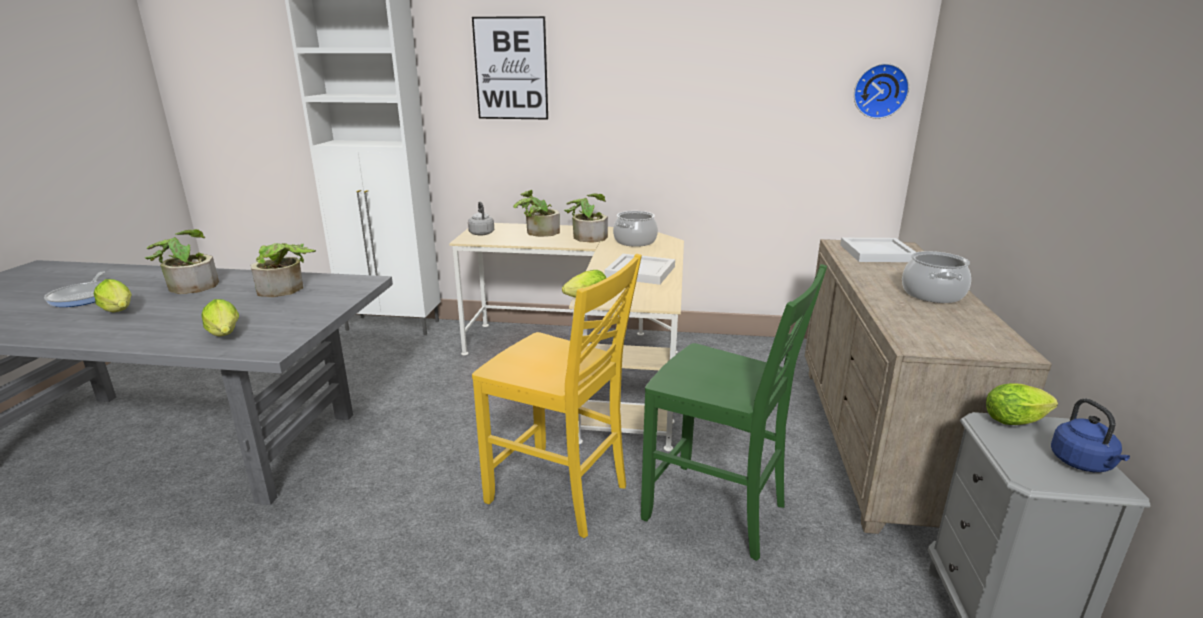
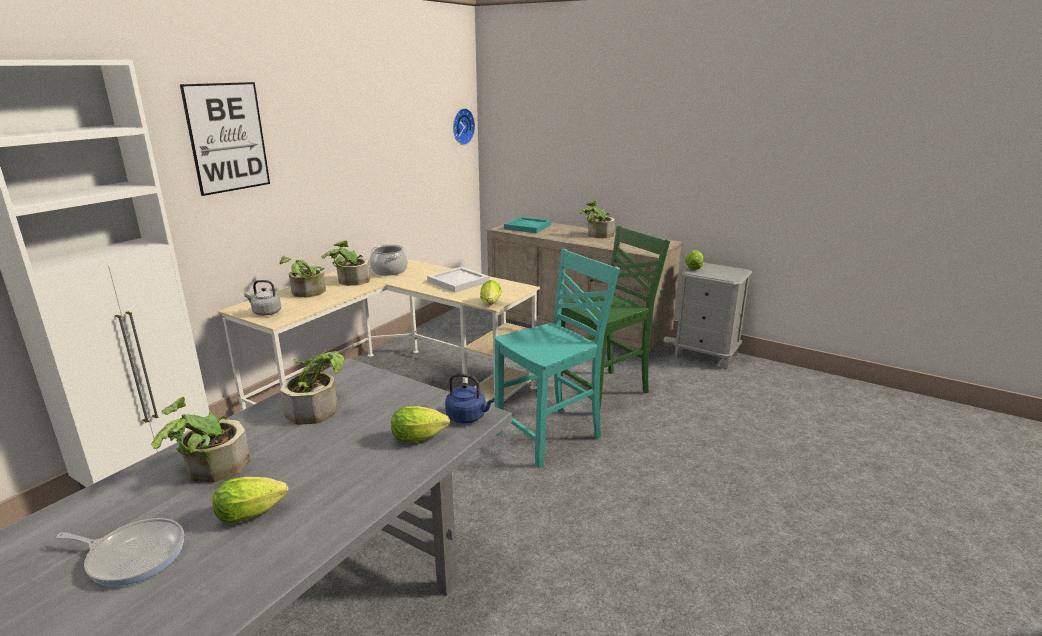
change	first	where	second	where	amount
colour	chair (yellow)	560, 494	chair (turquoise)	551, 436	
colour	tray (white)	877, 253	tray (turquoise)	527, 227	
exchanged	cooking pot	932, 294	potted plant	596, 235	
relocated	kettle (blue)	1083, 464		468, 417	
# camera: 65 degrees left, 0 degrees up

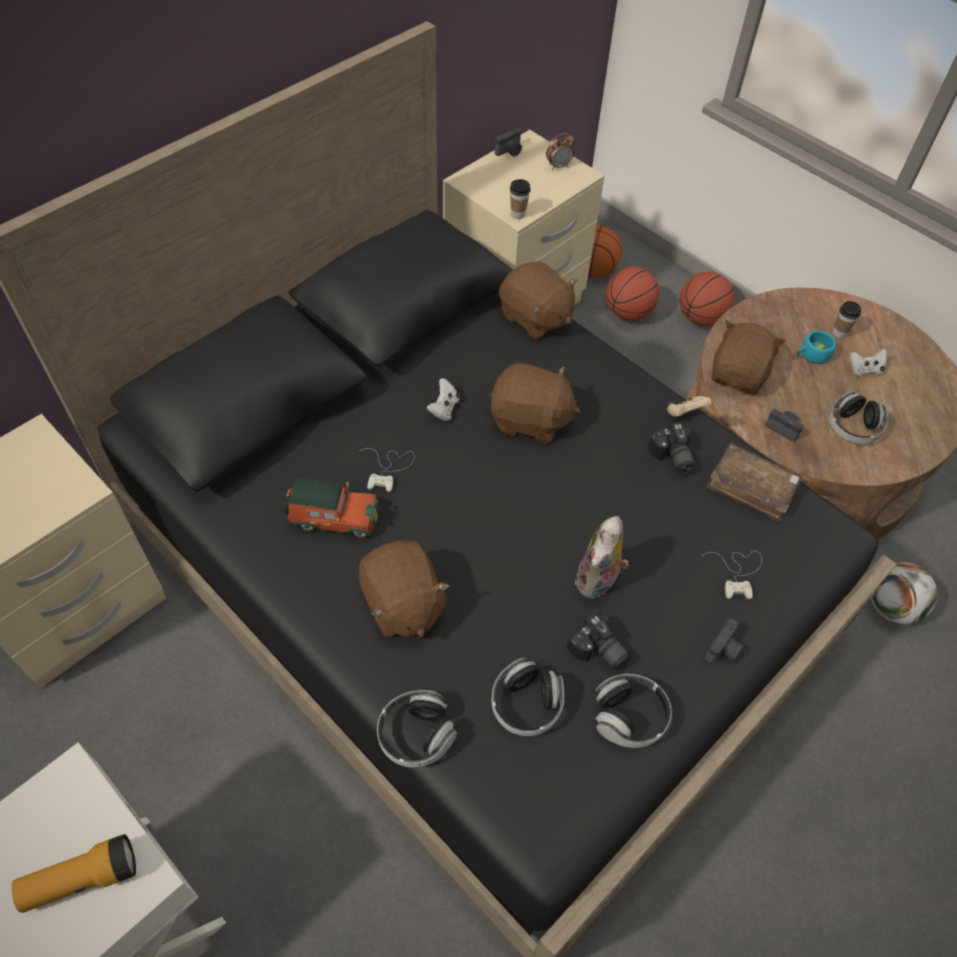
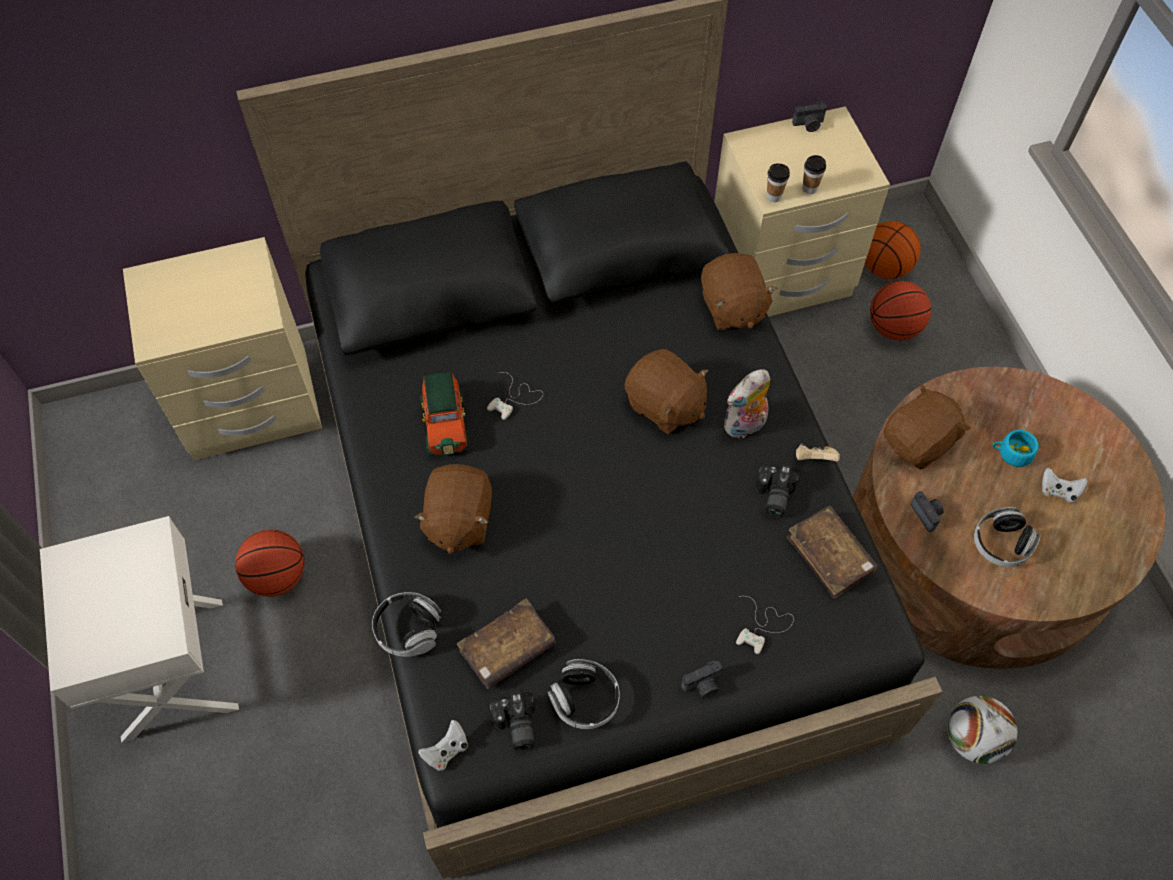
change	first	where	second	where	amount
missing	flashlight	82, 879			
spun	toy car	332, 517		445, 422	45 degrees clockwise
relocated	game controller (white)	444, 408		446, 751	
exchanged	headphones	526, 705	book (brown)	508, 649	
missing	alarm clock	558, 166			
relocated	photo camera	598, 652		515, 726	
relocated	plush toy	598, 581		745, 426	
relocated	basketball	700, 318		277, 576	
relocated	cup	839, 333		809, 188	
# camera: 30 degrees right, 5 degrees up

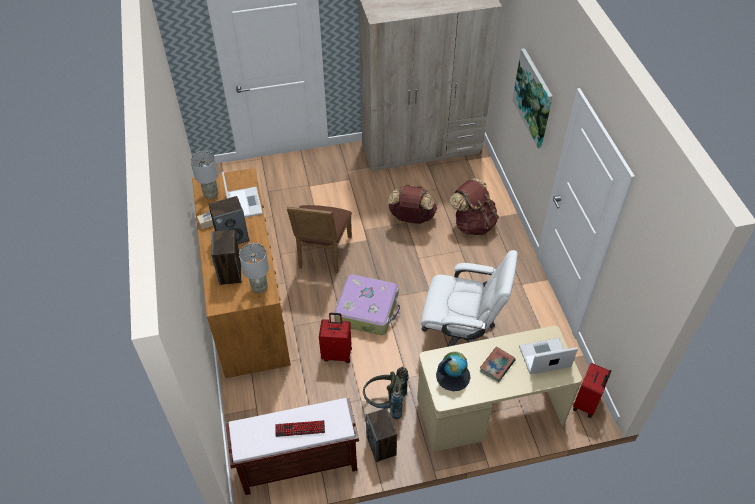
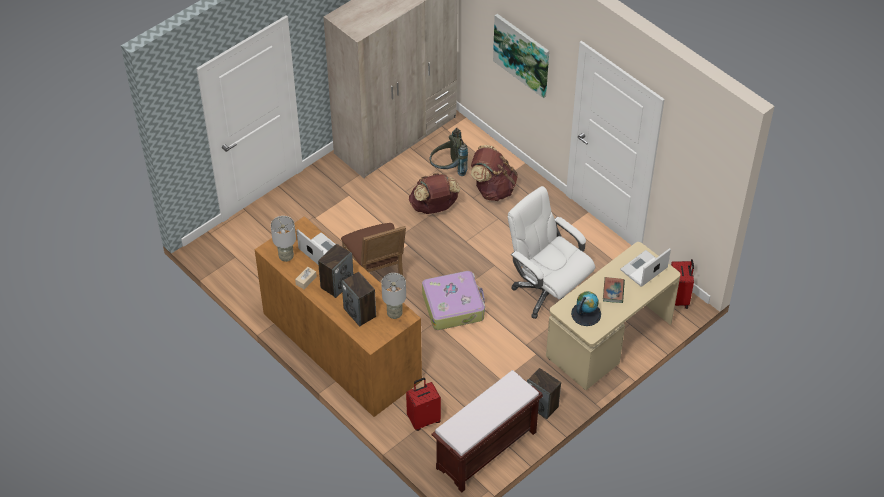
change	first	where	second	where	amount
missing	keyboard	300, 429			
relocated	suitcase (red)	337, 353		423, 419	
relocated	backpack (grey)	385, 403		448, 169	
spun	office chair (white)	460, 336		547, 292	120 degrees counterclockwise
# camera: 30 degrees left, 0 degrees up

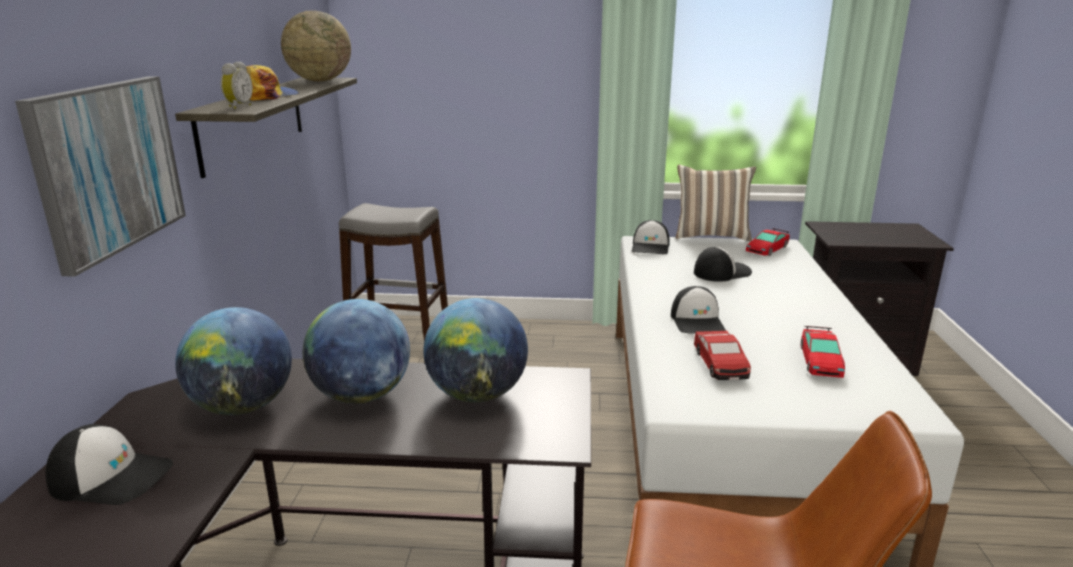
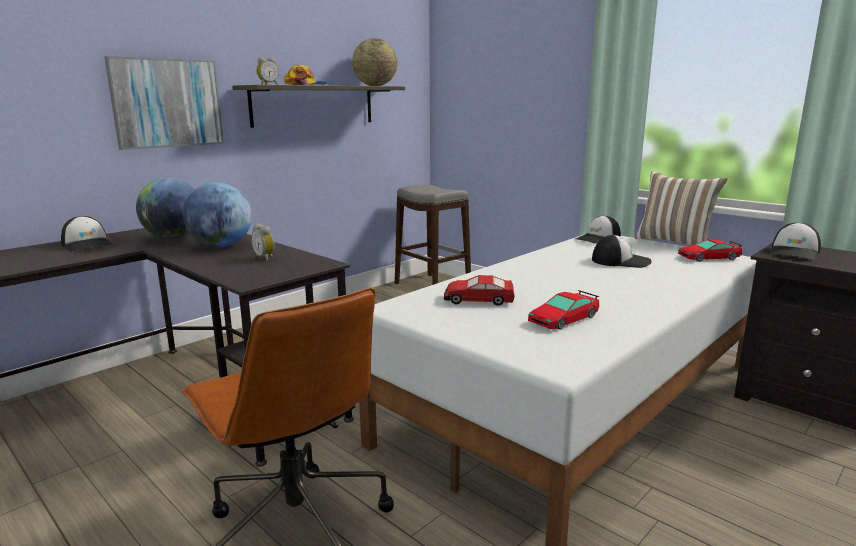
change	first	where	second	where	amount
exchanged	globe	477, 395	alarm clock	265, 258	
relocated	cap	698, 321		794, 253	
spun	toy car	720, 364		478, 300	60 degrees clockwise
# camera: 40 degrees right, 5 degrees down

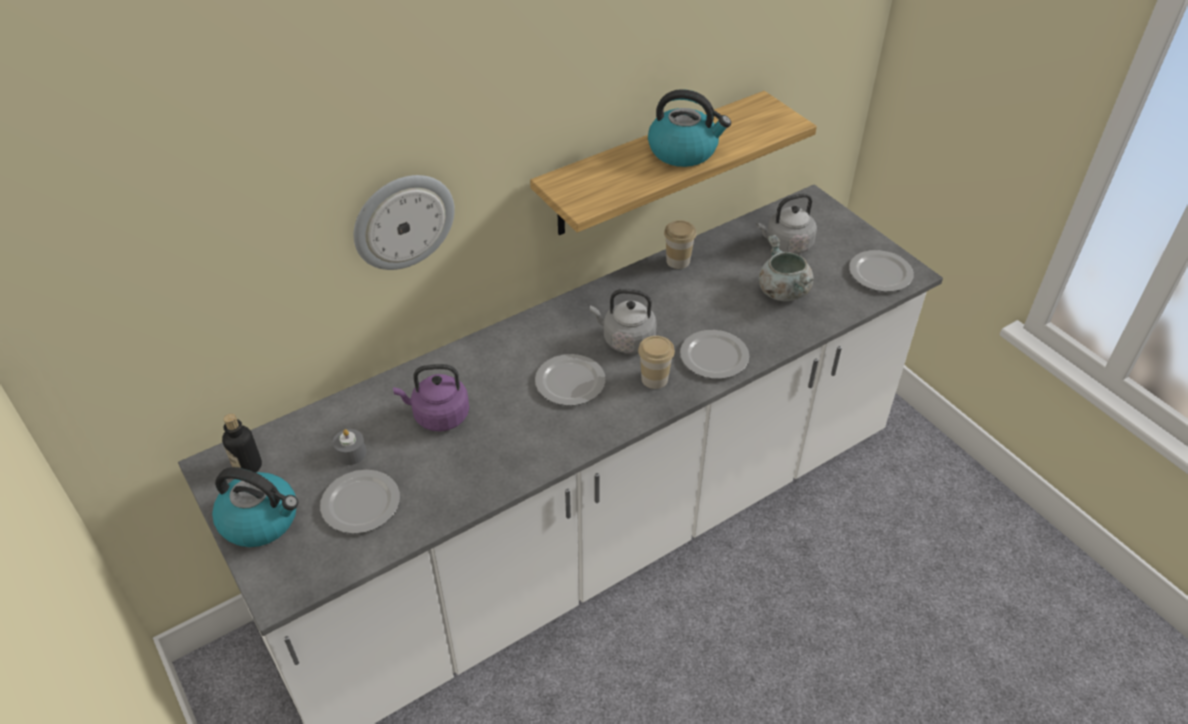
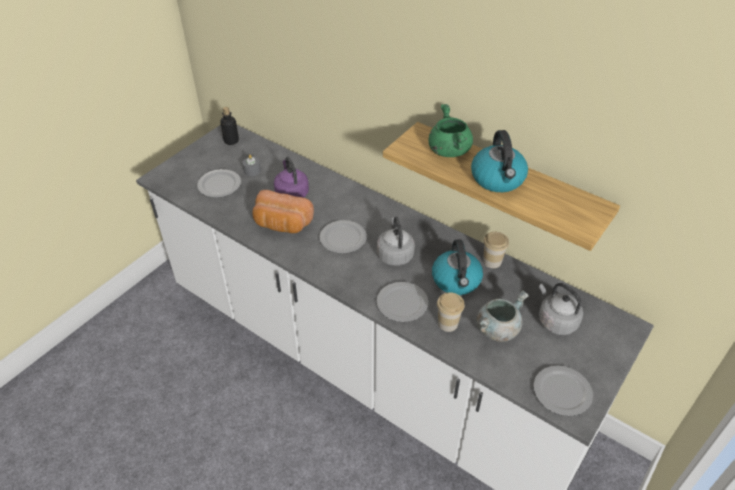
change	first	where	second	where	amount
relocated	kettle	261, 520		456, 281	
missing	wall clock	403, 221			
relocated	cup	654, 379		447, 323	
appeared			bread	282, 224	
appeared			cooking pot (green)	448, 150	
# camera: 70 degrees right, 0 degrees up

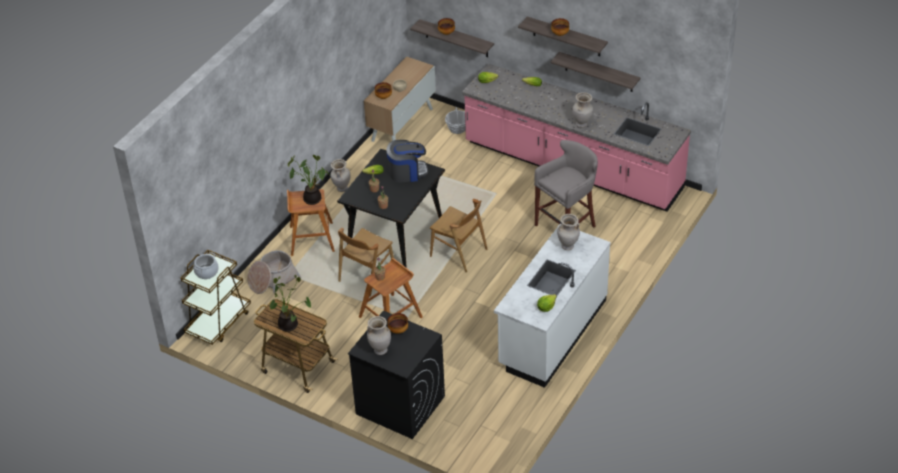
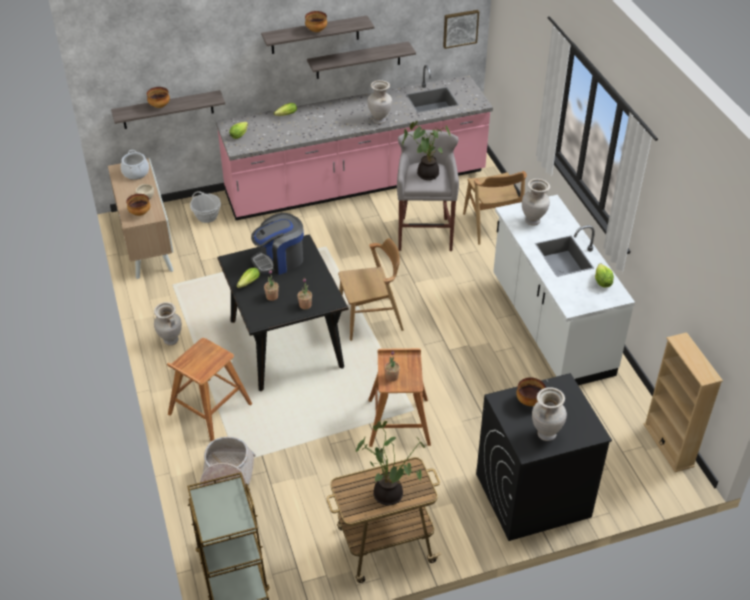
change	first	where	second	where	amount
relocated	cooking pot	206, 272		135, 173	
relocated	potted plant	312, 198		426, 173	
relocated	chair (brown)	367, 276		492, 225	
spun	coffee machine	407, 172		279, 260	150 degrees counterclockwise
appeared			picture	460, 28	
appeared			bookcase (beige)	668, 445	
# camera: 50 degrees left, 0 degrees up

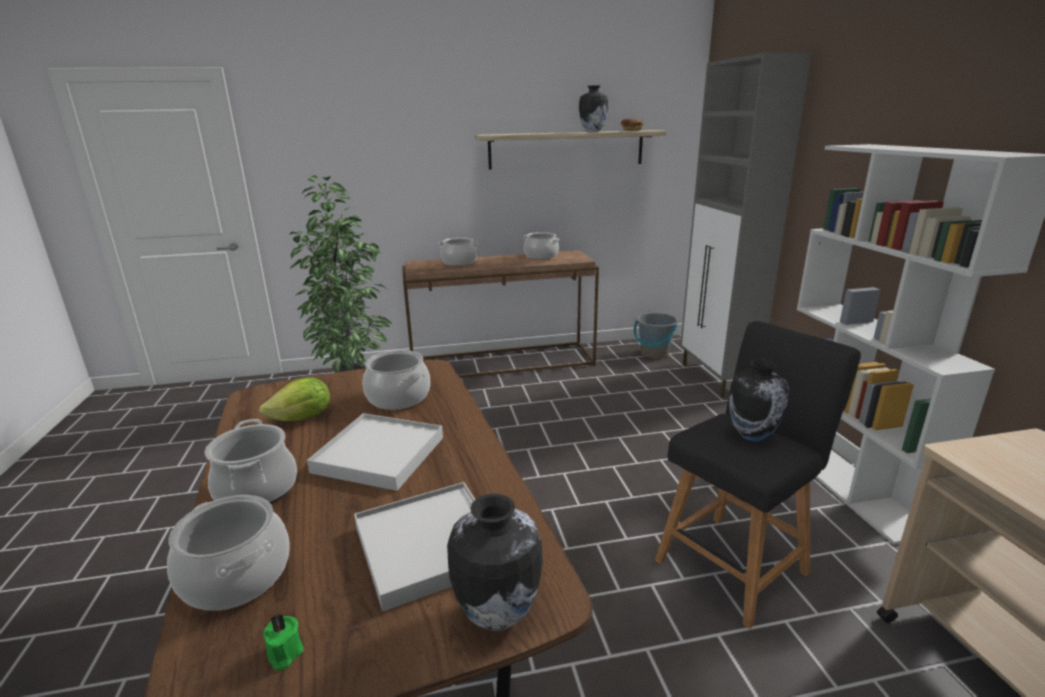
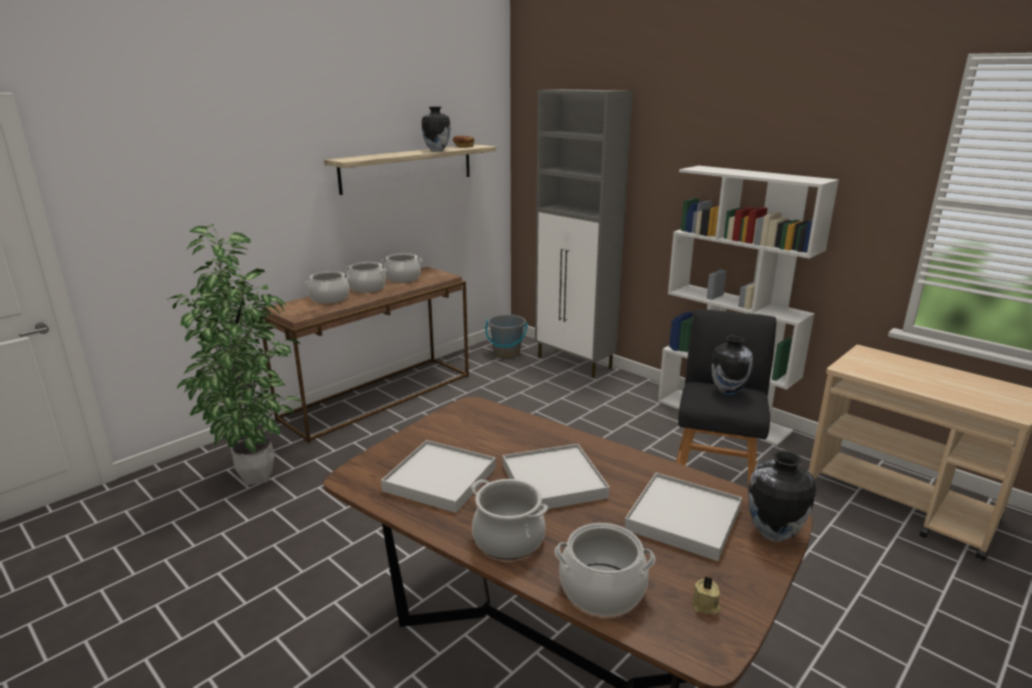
change	first	where	second	where	amount
exchanged	lettuce	303, 418	tray (white)	440, 479	
colour	candle (green)	284, 654	candle (beige)	705, 606	
relocated	cooking pot	398, 397		367, 288	
# camera: 35 degrees left, 0 degrees up

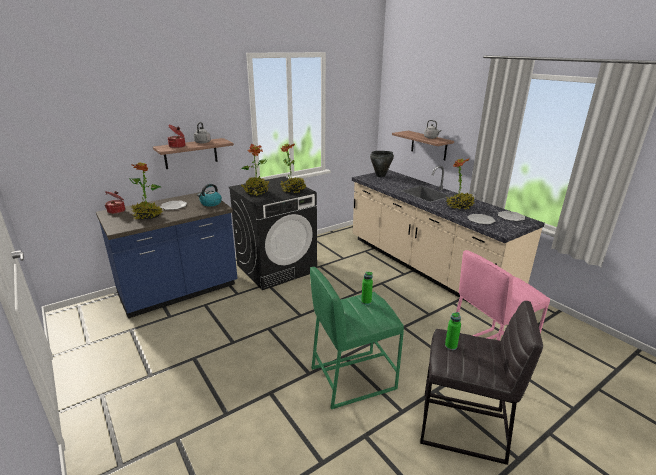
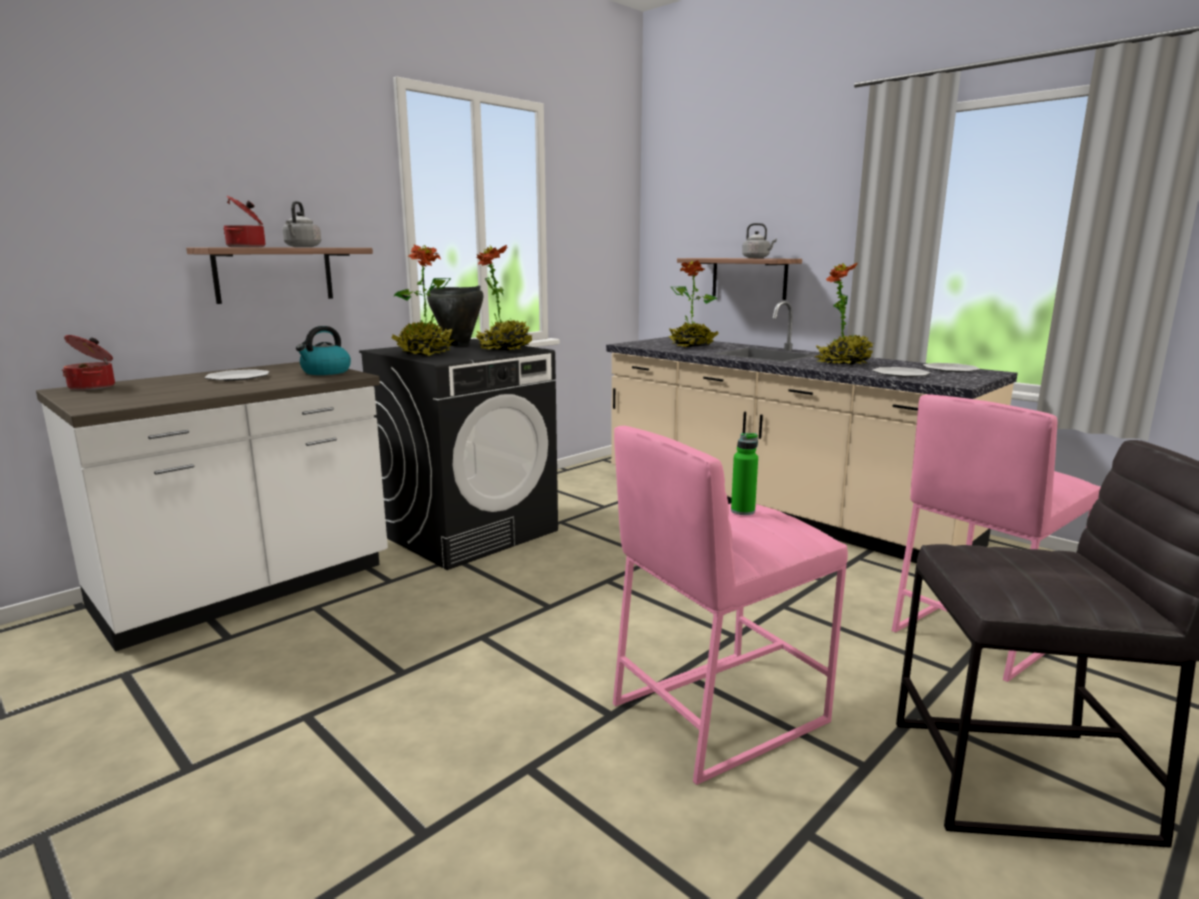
change	first	where	second	where	amount
colour	counter (blue)	179, 291	counter (white)	246, 588	
relocated	potted plant	148, 217		692, 346	
colour	stool (green)	352, 378	stool (pink)	717, 712	
relocated	cooking pot (black)	380, 175		458, 344	
missing	bottle (green)	450, 346			
# camera: 10 degrees left, 10 degrees down

